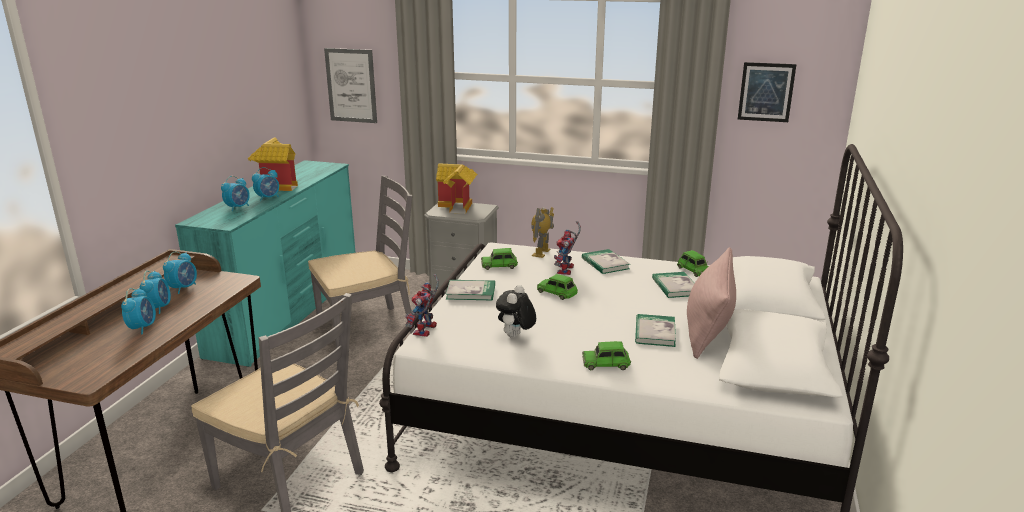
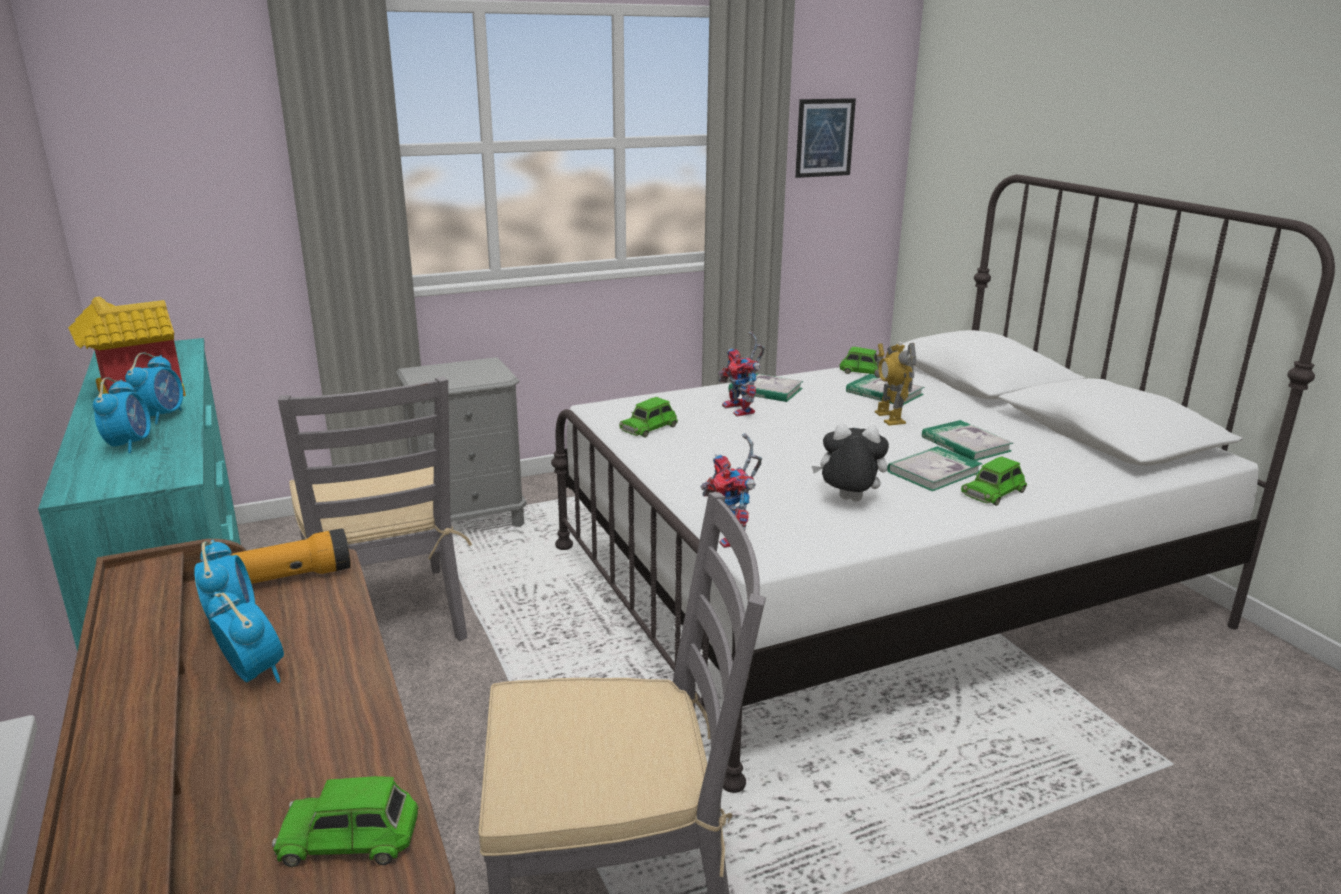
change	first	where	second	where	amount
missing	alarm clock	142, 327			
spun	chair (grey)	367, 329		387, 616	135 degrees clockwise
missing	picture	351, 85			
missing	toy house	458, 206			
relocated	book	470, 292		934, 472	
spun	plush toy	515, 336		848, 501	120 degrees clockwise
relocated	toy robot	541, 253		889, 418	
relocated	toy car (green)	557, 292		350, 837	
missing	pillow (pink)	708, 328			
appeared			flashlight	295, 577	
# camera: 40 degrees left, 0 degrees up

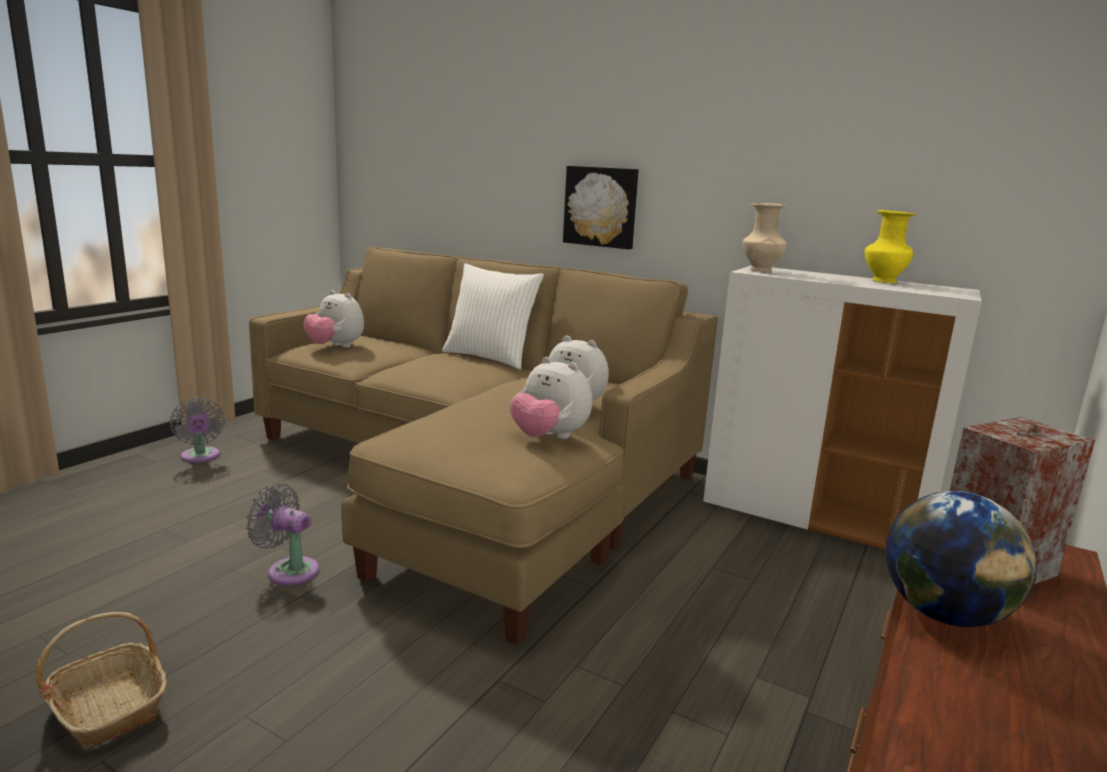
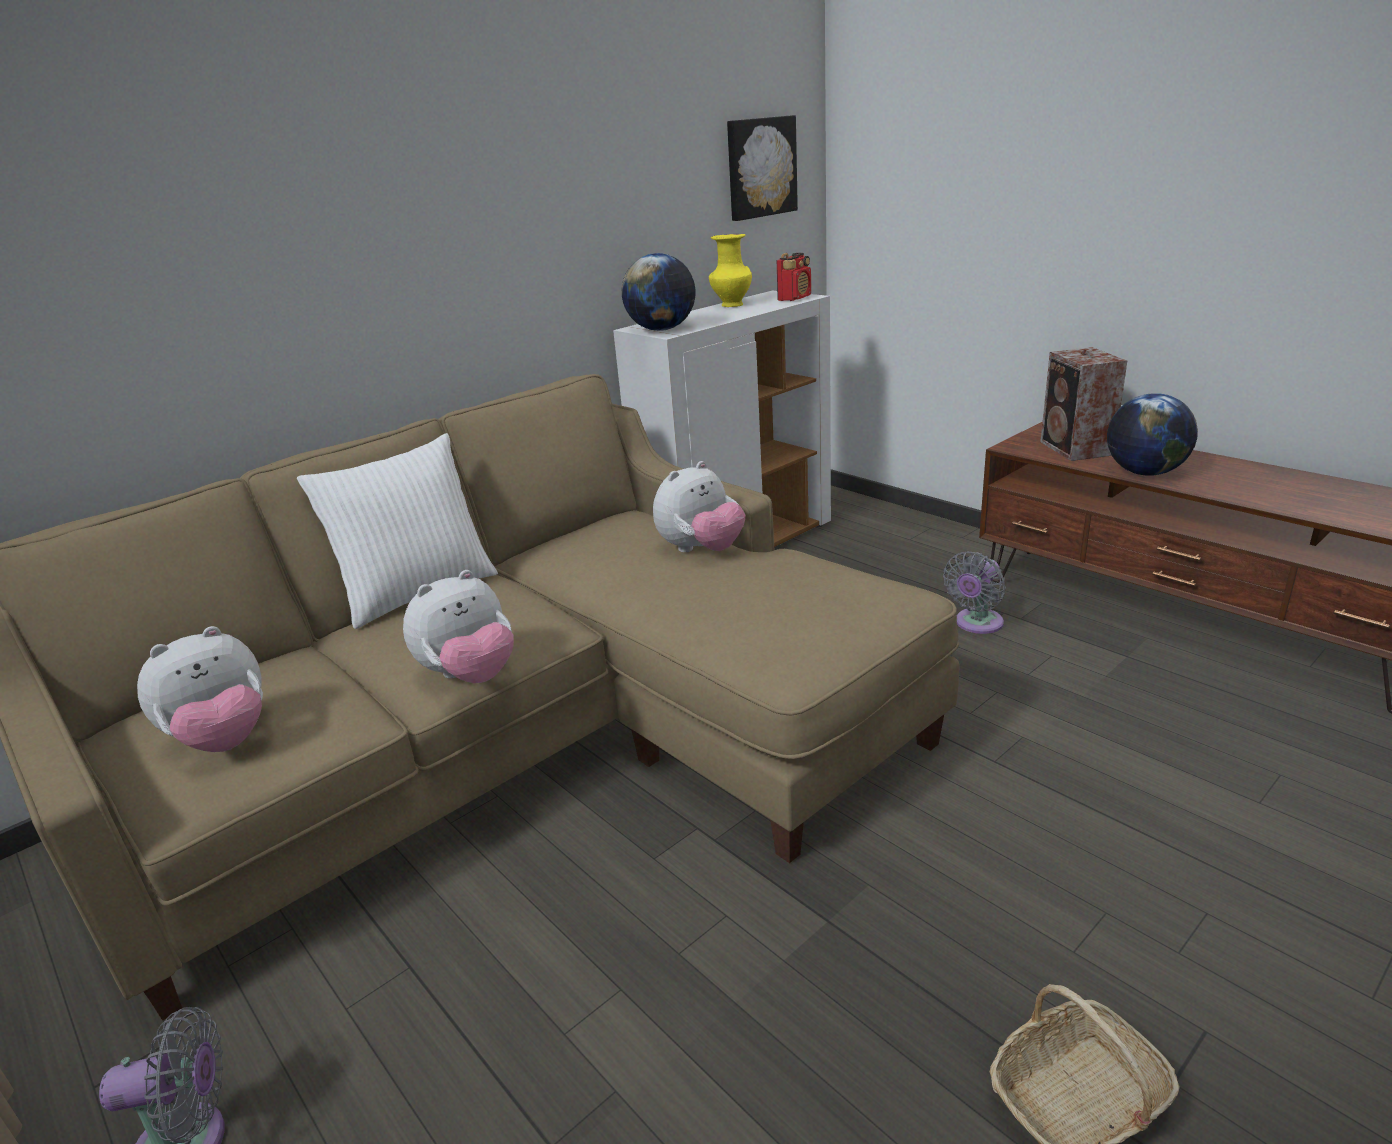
change	first	where	second	where	amount
relocated	fan (grey)	289, 570		976, 624	
relocated	plush toy	549, 437		470, 675	
relocated	picture	601, 207		760, 167	
exchanged	vase (beige)	761, 270	globe	662, 329	
appeared			radio	794, 298	
# camera: 70 degrees left, 10 degrees up

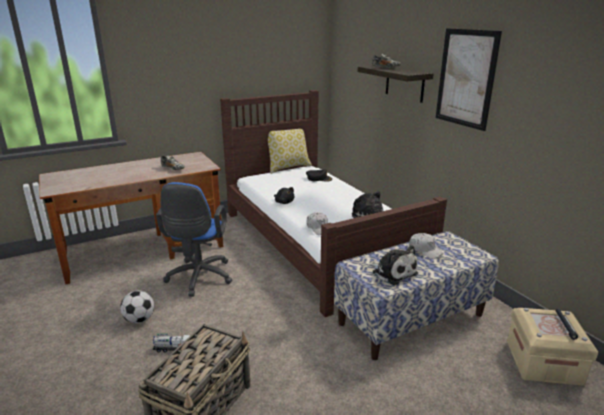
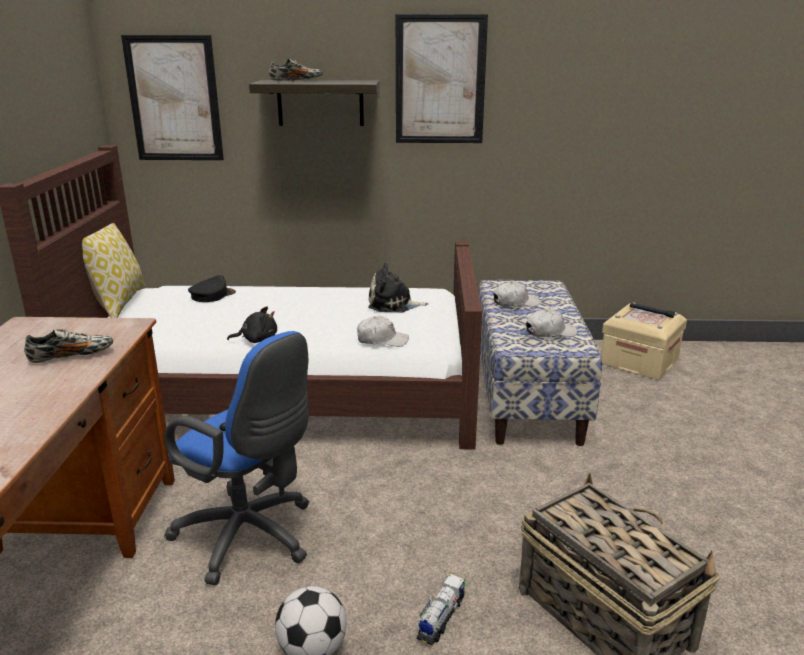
change	first	where	second	where	amount
exchanged	plush toy	393, 272	cap (white)	550, 332	
appeared			picture	174, 99	
# camera: 60 degrees left, 0 degrees up

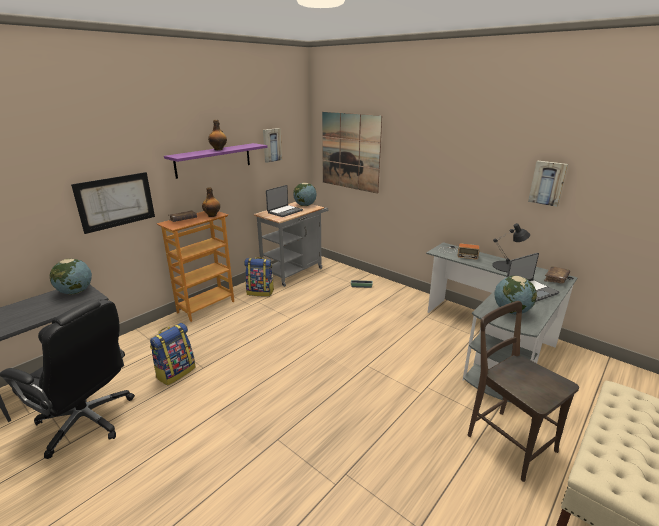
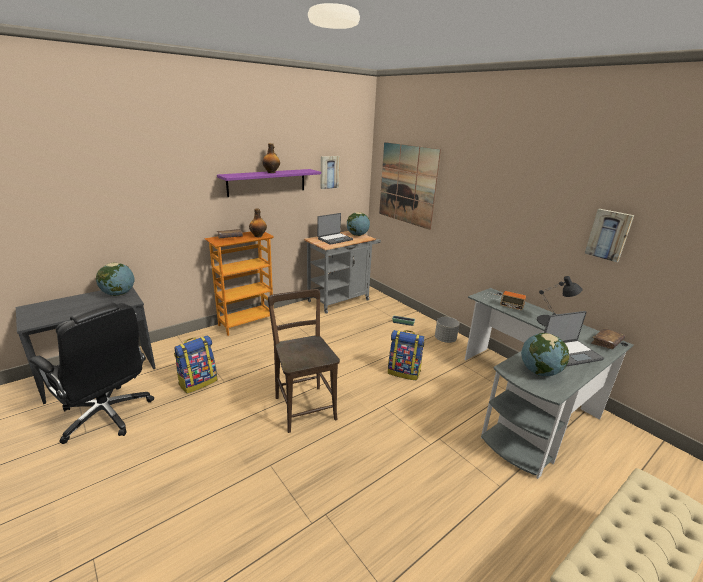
change	first	where	second	where	amount
missing	picture	116, 201			
relocated	backpack	260, 292		404, 372	
relocated	chair (brown)	507, 440		304, 405	
appeared			planter (grey)	445, 339	
# camera: 10 degrees right, 0 degrees up

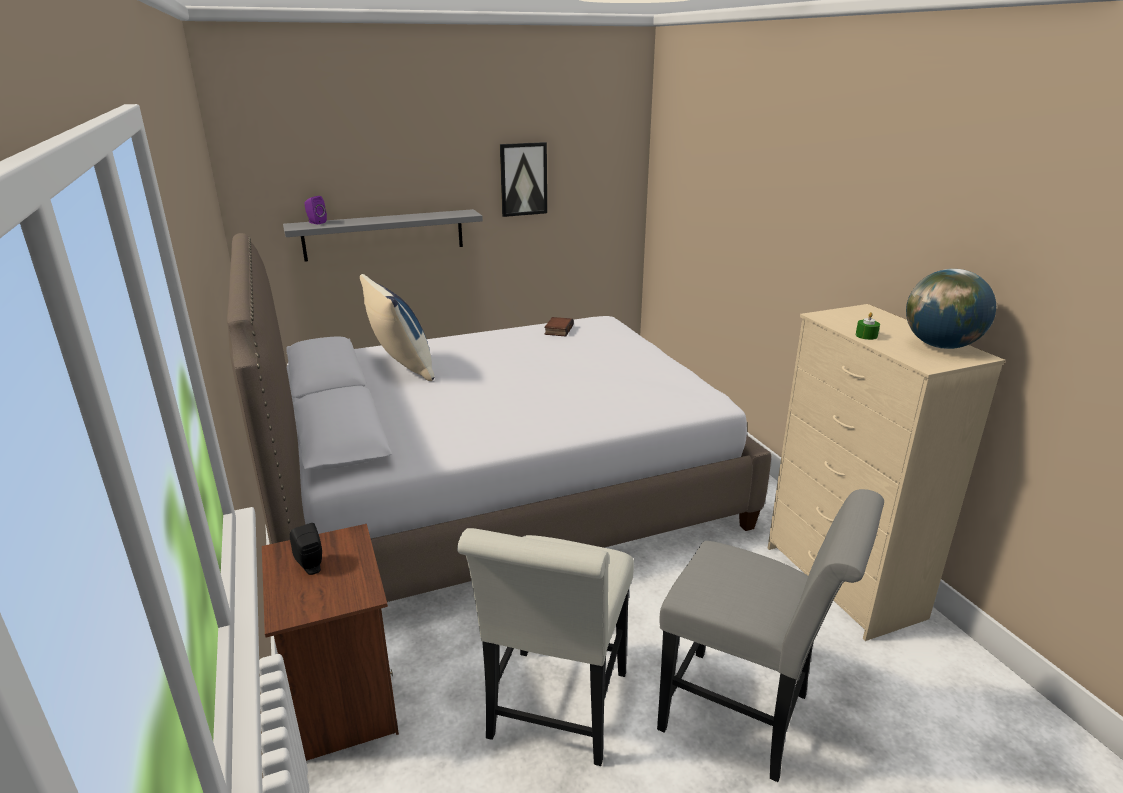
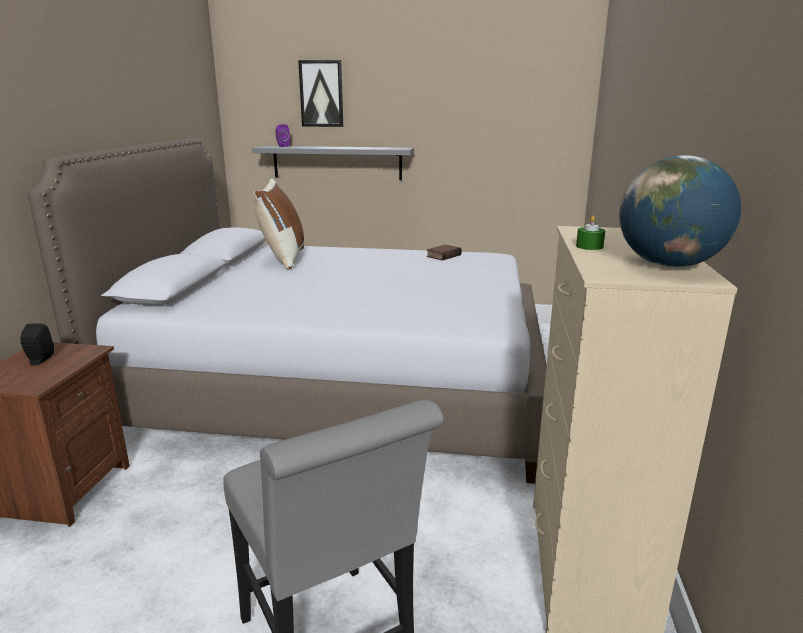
change	first	where	second	where	amount
colour	pillow (blue)	400, 367	pillow (brown)	283, 258	
missing	chair (white)	555, 713			
relocated	picture	523, 179		321, 94	
# camera: 30 degrees right, 5 degrees down

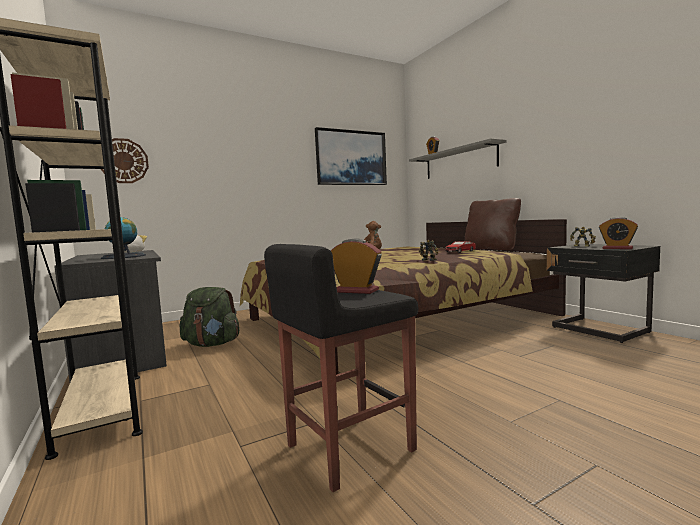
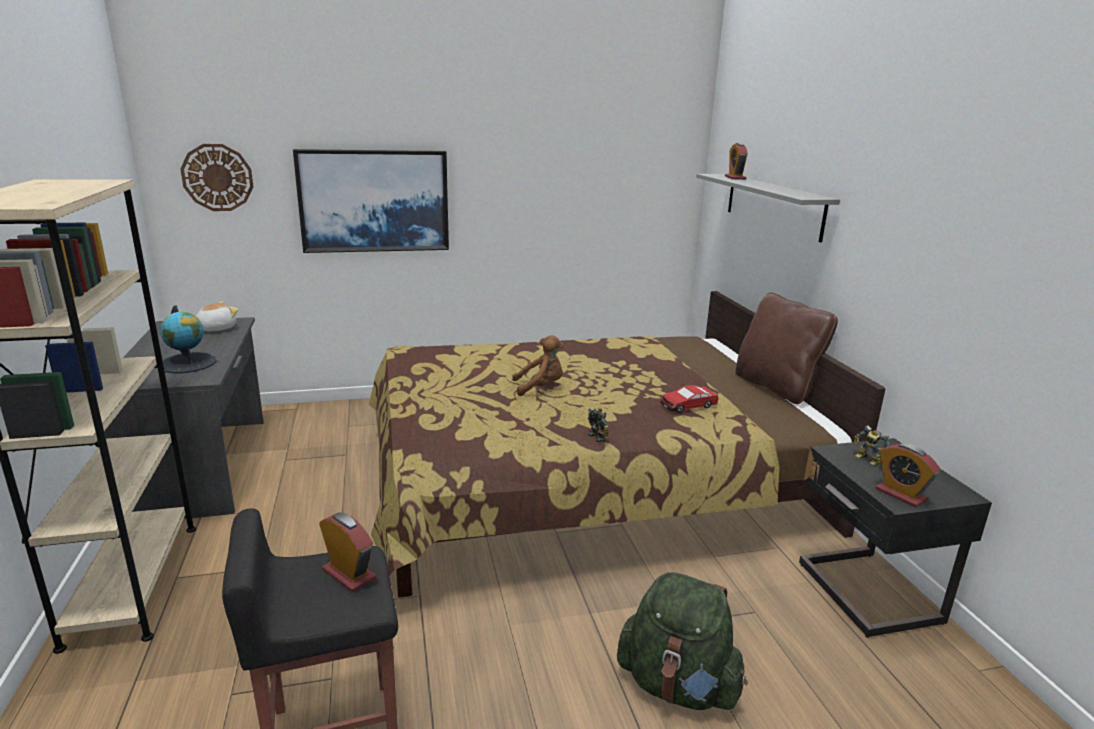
change	first	where	second	where	amount
relocated	backpack (green)	212, 344		677, 686	
relocated	picture	351, 158		374, 201	
# camera: 15 degrees right, 15 degrees up

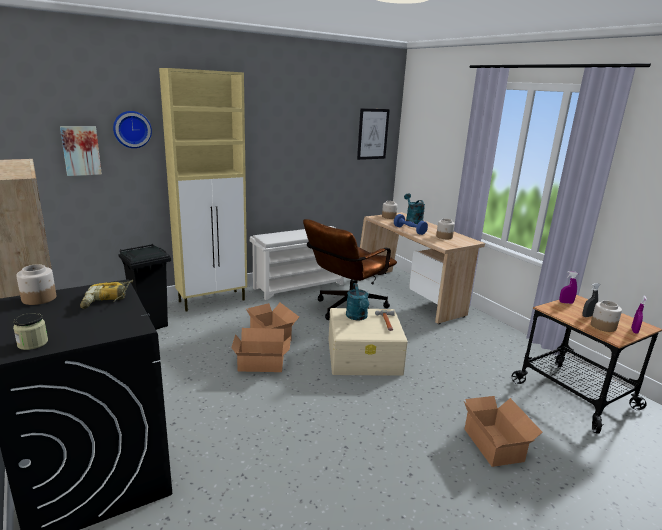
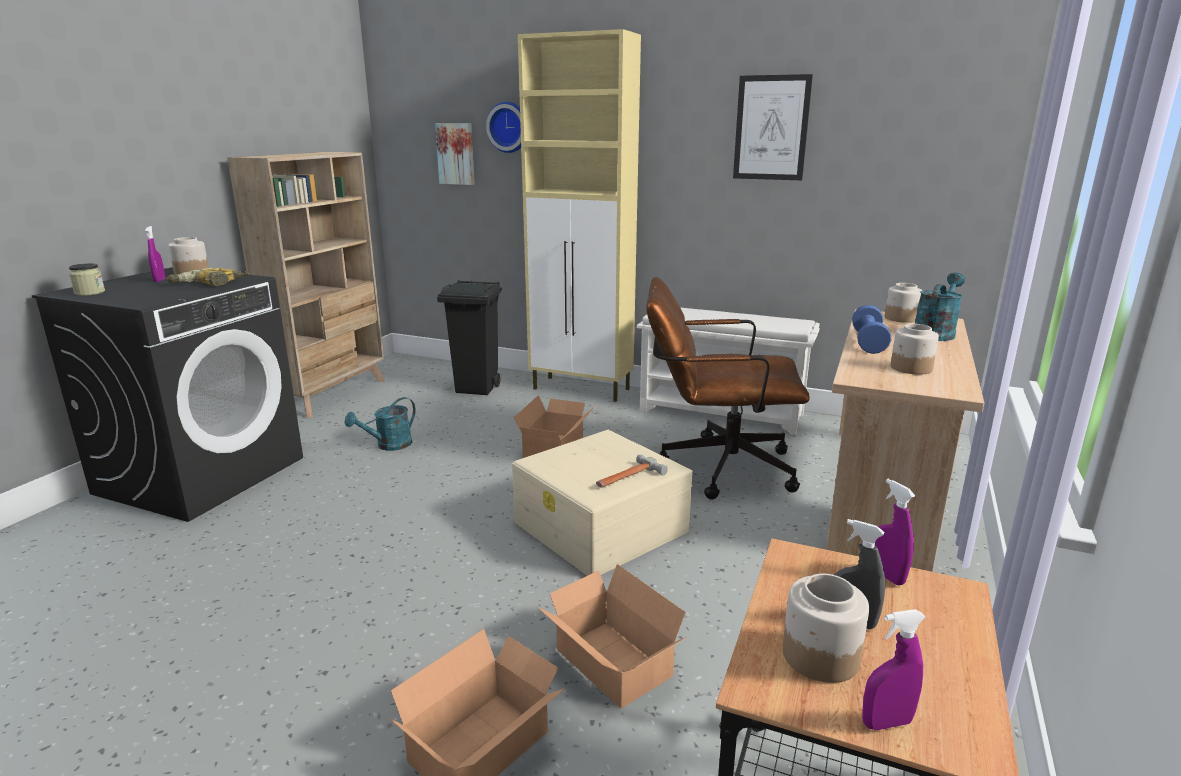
change	first	where	second	where	amount
relocated	cardboard box	262, 365		611, 666	
relocated	watering can (turquoise)	357, 317		388, 446	
relocated	picture	373, 134		771, 128	
appeared			spray bottle (purple)	159, 280	
# camera: 55 degrees right, 0 degrees up

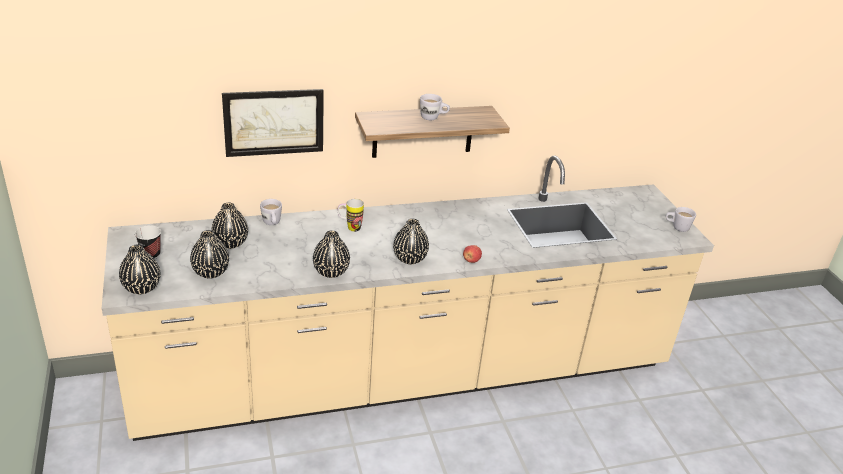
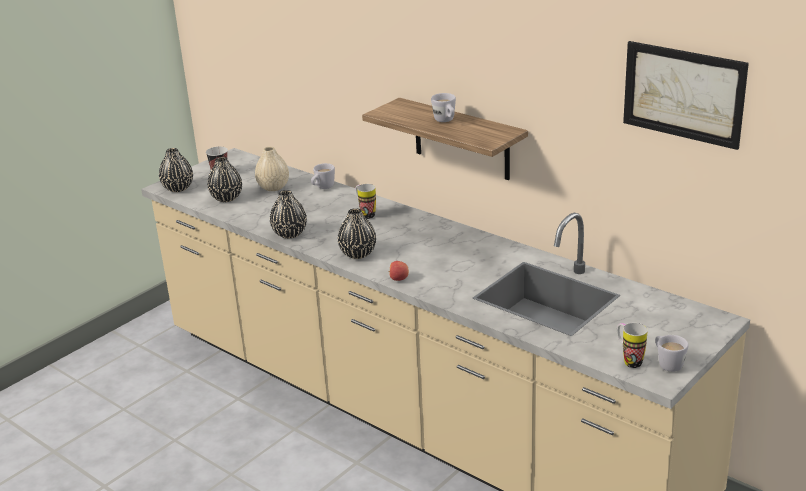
change	first	where	second	where	amount
colour	vase (black)	231, 243	vase (beige)	273, 187	
relocated	picture	274, 122		683, 93	
appeared			mug	628, 360	
# camera: 60 degrees right, 5 degrees down

